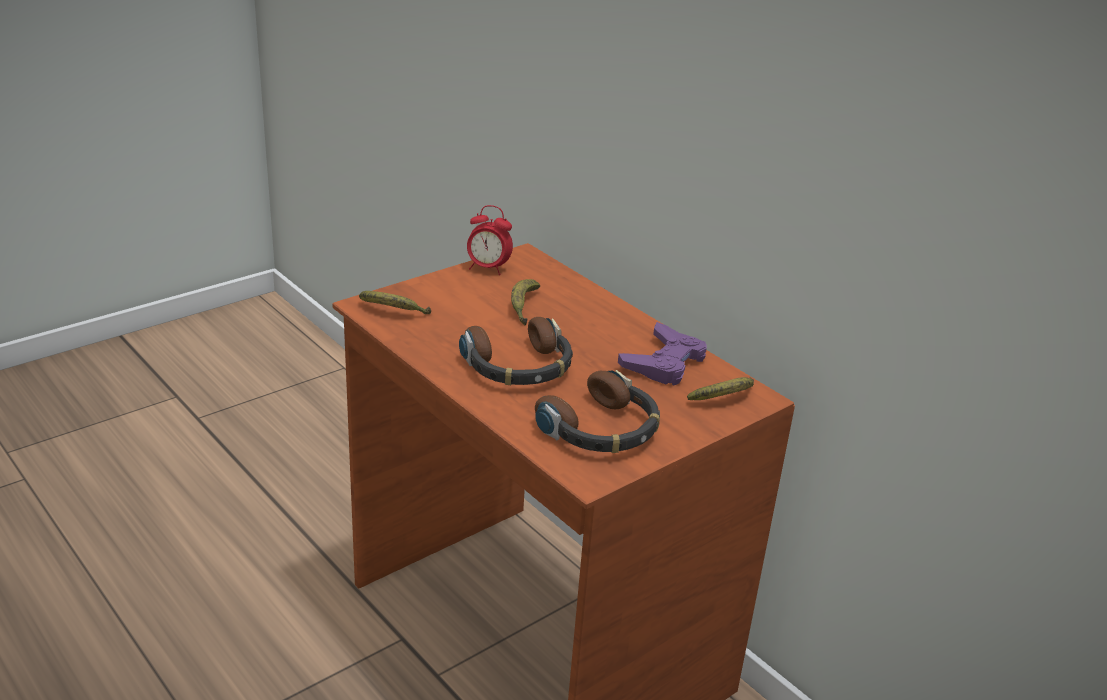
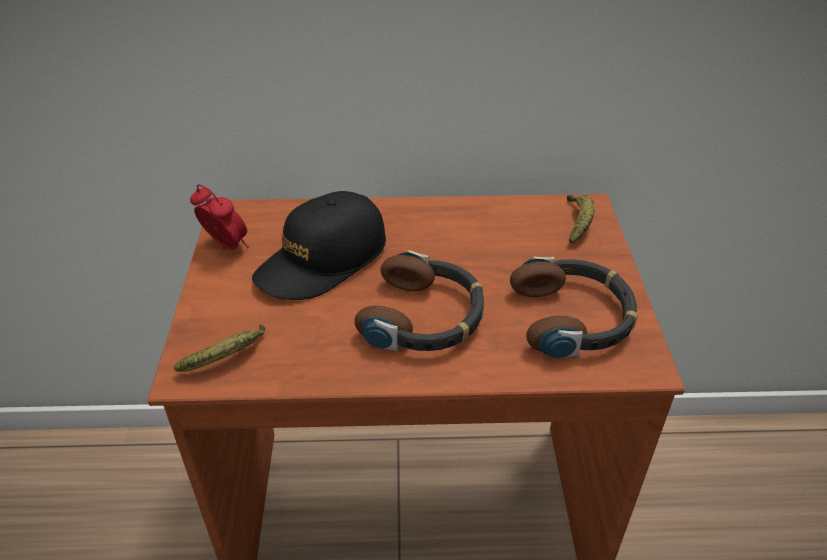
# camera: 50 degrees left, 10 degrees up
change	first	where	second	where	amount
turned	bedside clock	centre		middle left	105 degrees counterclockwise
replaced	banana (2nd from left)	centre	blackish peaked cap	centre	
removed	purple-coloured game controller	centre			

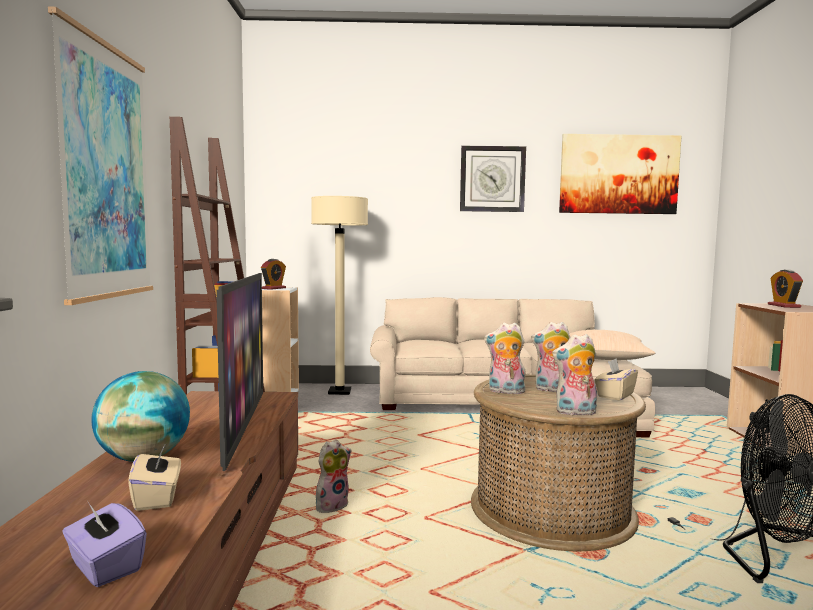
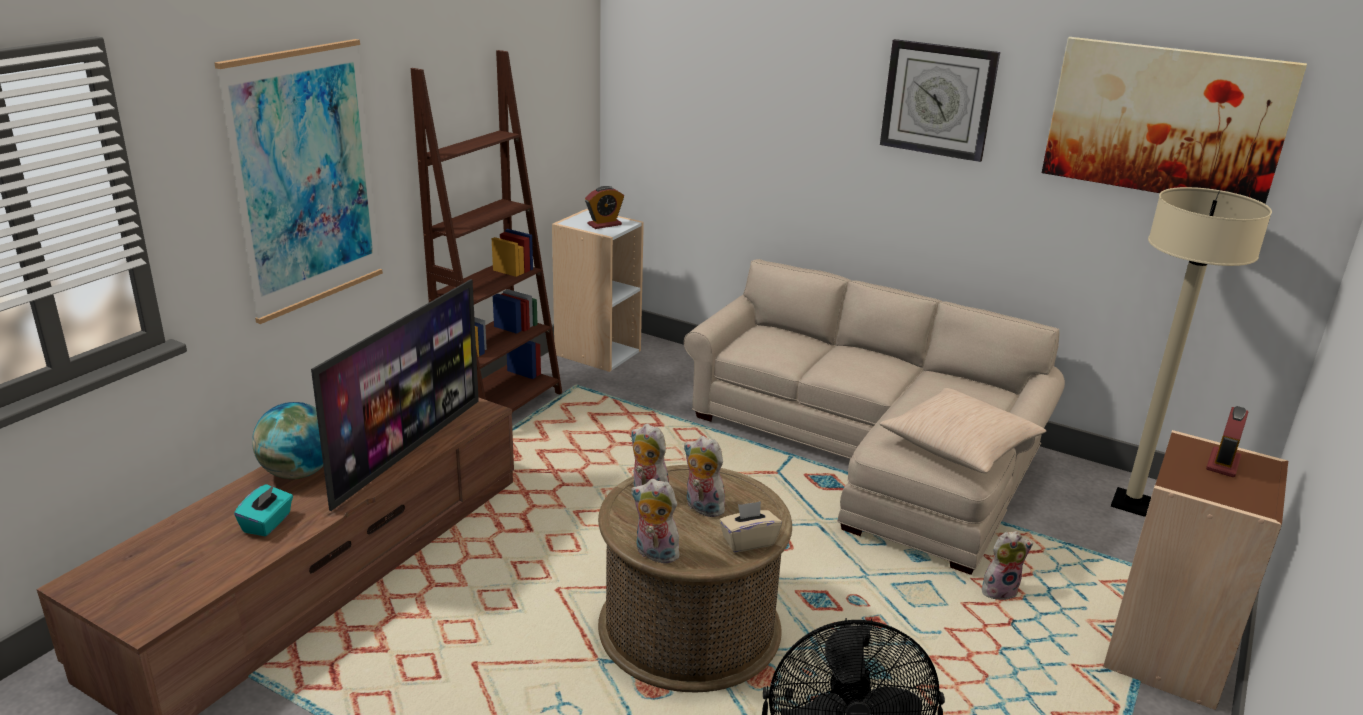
# camera: 30 degrees right, 20 degrees up
change	first	where	second	where	amount
removed	purple-coloured box of tissues	bottom left			
recoloured	beige-coloured box of tissues (1st from left)	bottom left	turquoise-coloured box of tissues	bottom left	
moved	beige-coloured standard lamp	centre		middle right	
moved	soft toy (1st from left in the first image)	bottom centre	soft toy (4th from left)	bottom right	

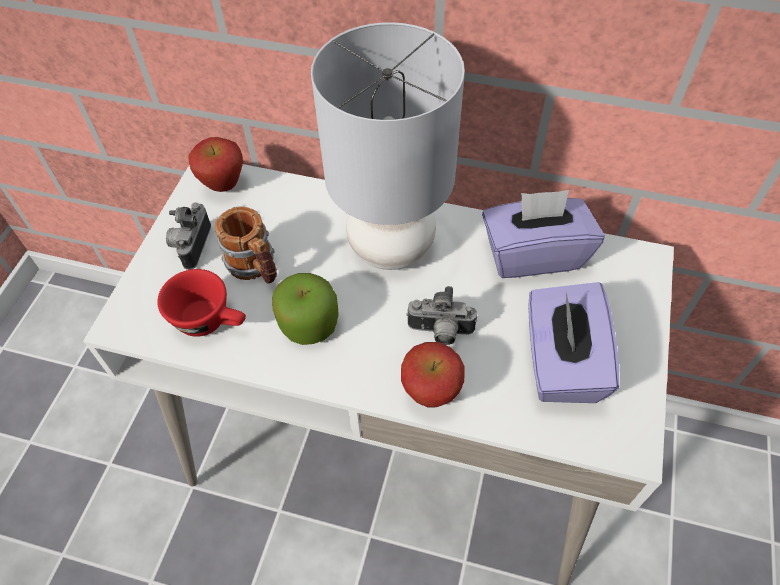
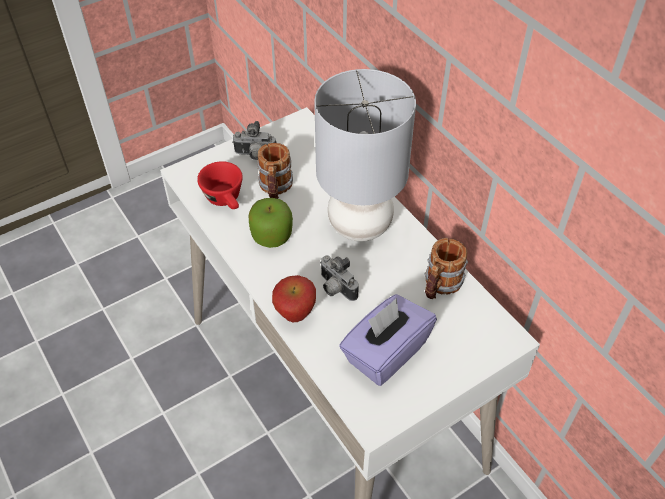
# camera: 40 degrees right, 5 degrees down
change	first	where	second	where	amount
turned	photo camera (1st from left)	middle left		top centre	135 degrees counterclockwise
removed	apple (1st from left)	top left			
replaced	purple-coloured box of tissues (1st from left)	middle right	coffee mug (2nd from left)	middle right	

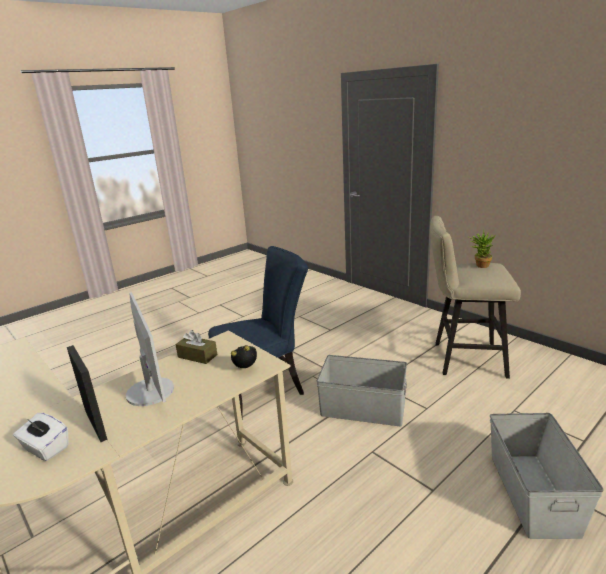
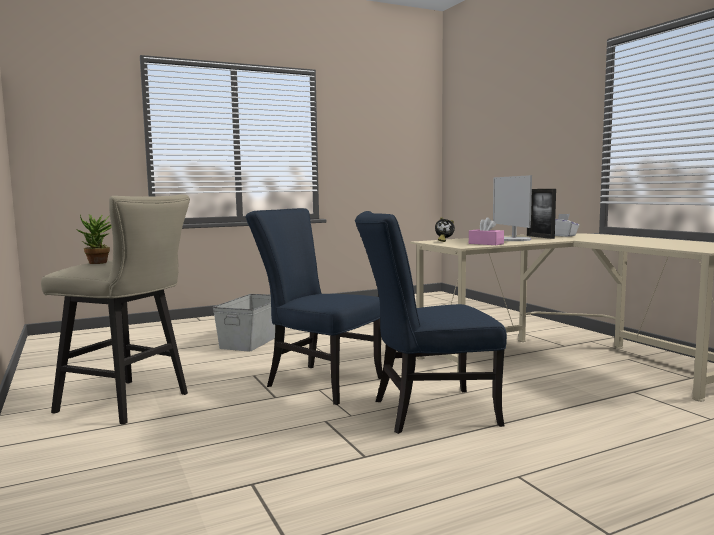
# camera: 165 degrees left, 15 degrees down
change	first	where	second	where	amount
recoloured	brown-coloured box of tissues	middle left	pink-coloured box of tissues	middle right	
replaced	greyish storage bin (1st from left)	bottom centre	bluish upright chair (1st from left)	centre	

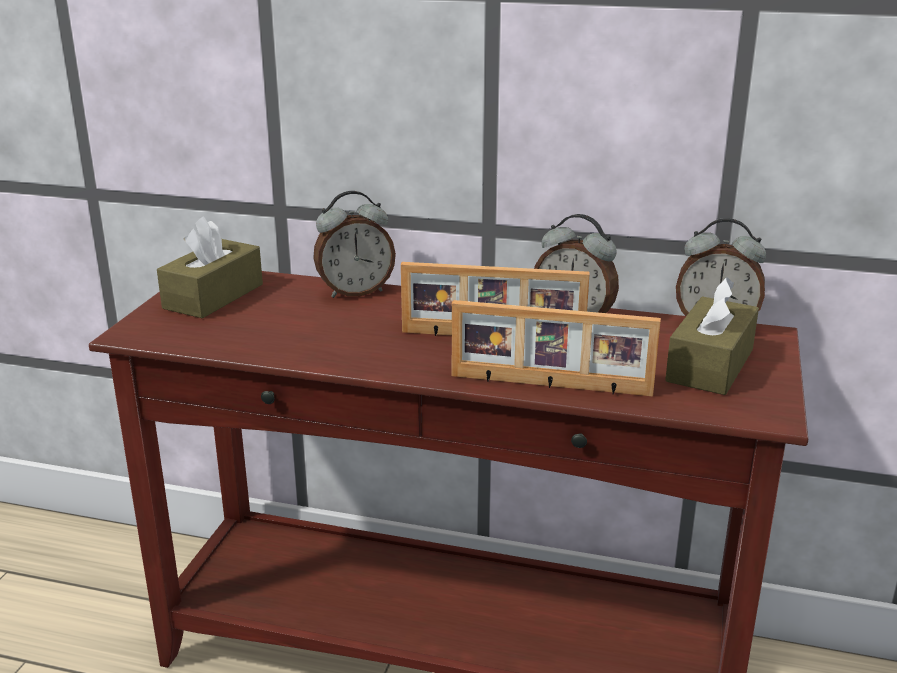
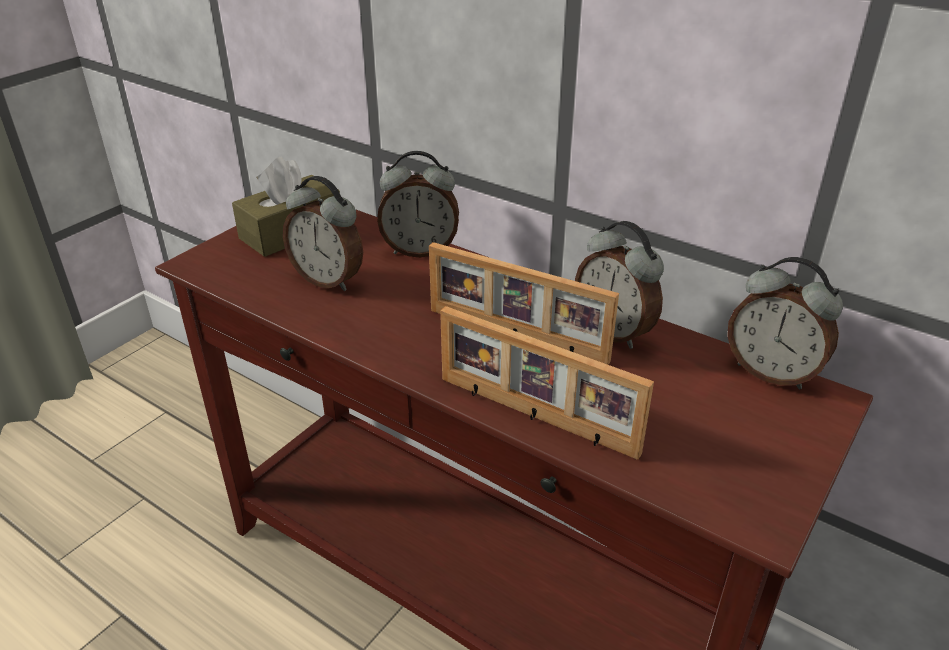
# camera: 20 degrees right, 10 degrees up
change	first	where	second	where	amount
removed	brown-coloured box of tissues (2nd from left)	middle right			
added			bedside clock (1st from left)	centre	

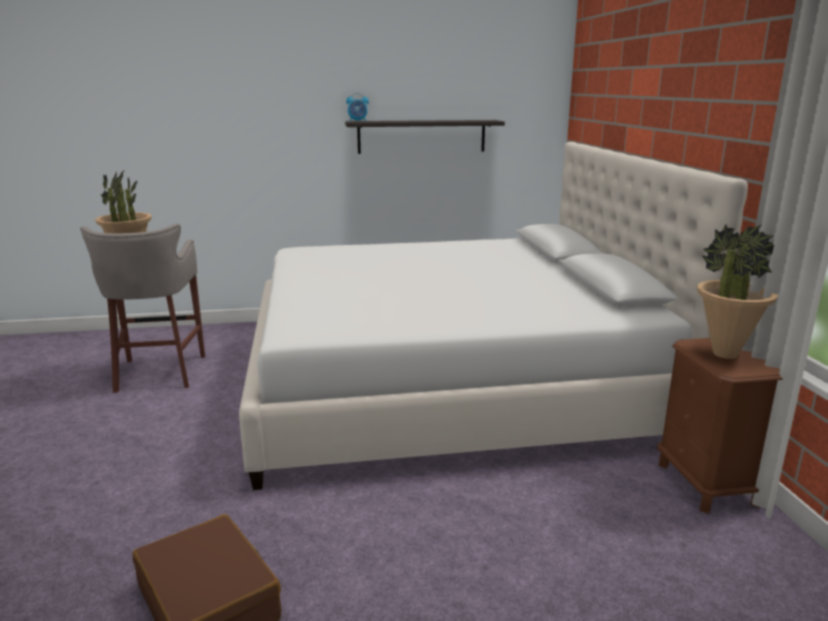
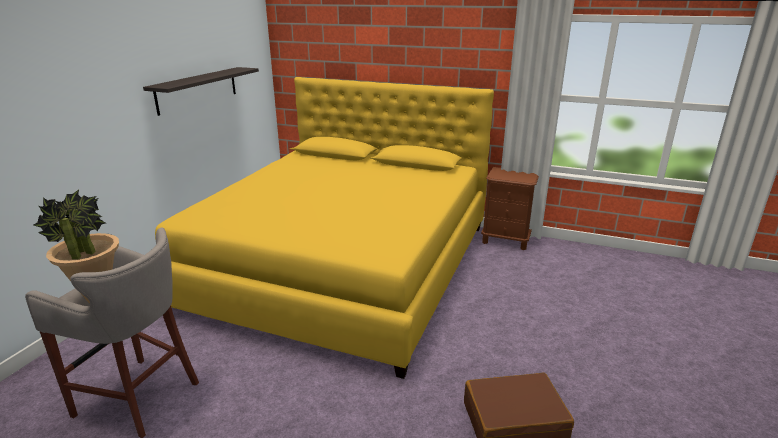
# camera: 60 degrees left, 5 degrees up
change	first	where	second	where	amount
recoloured	white bedroom bed	centre	yellow bedroom bed	centre	
removed	bedside clock	top centre			
removed	potted plant (2nd from left)	middle right			

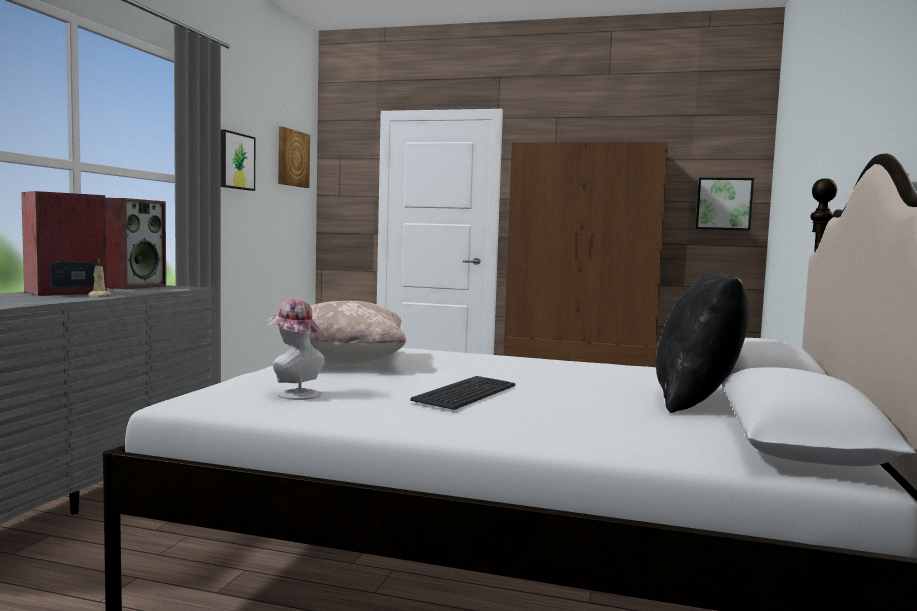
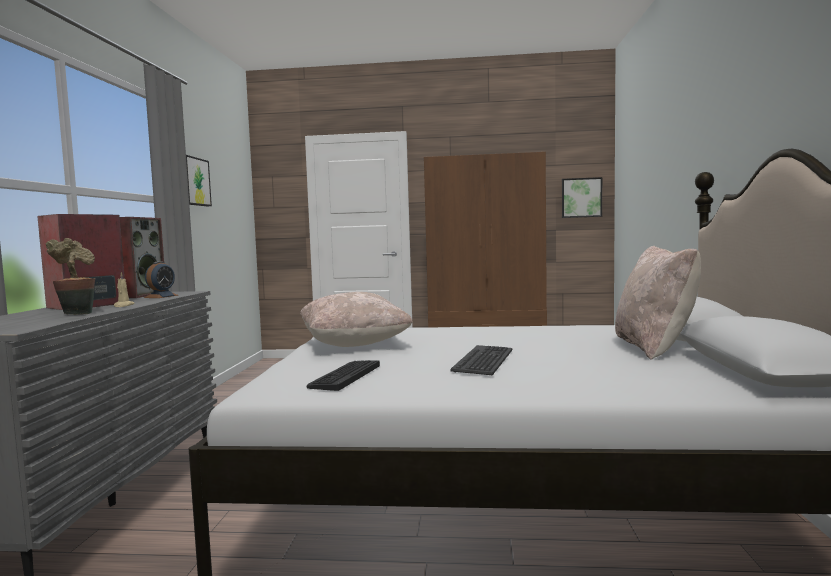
# camera: 10 degrees left, 0 degrees up
change	first	where	second	where	amount
replaced	wearable hat	middle left	PC keyboard (1st from left)	centre	
removed	wall art (2nd from left)	top left			
recoloured	blackish throw pillow	middle right	beige-coloured throw pillow (2nd from left)	middle right	
added			potted plant	middle left	
added			bedside clock	middle left	

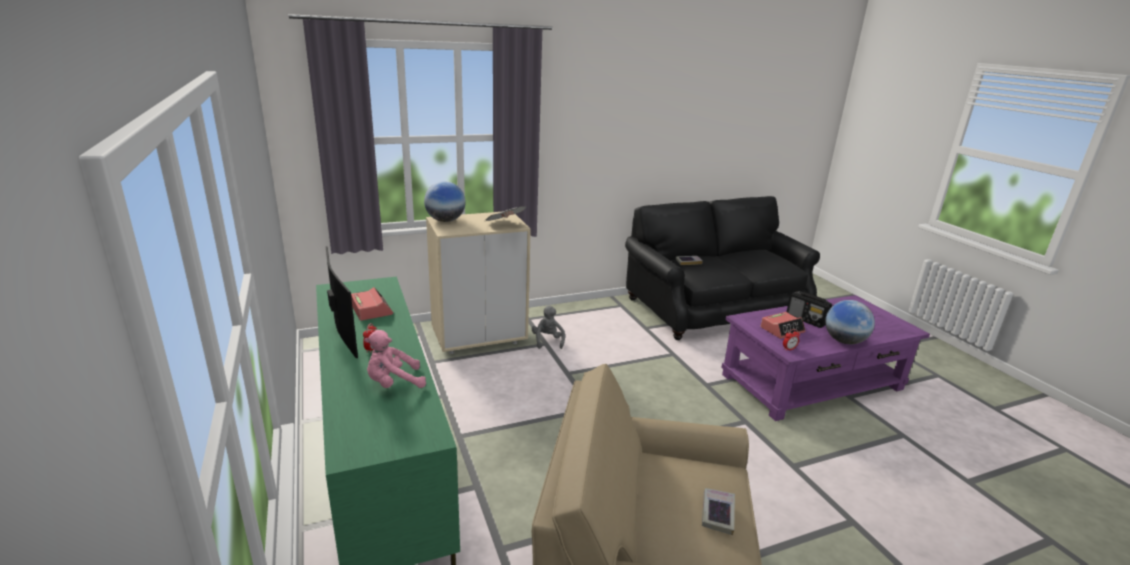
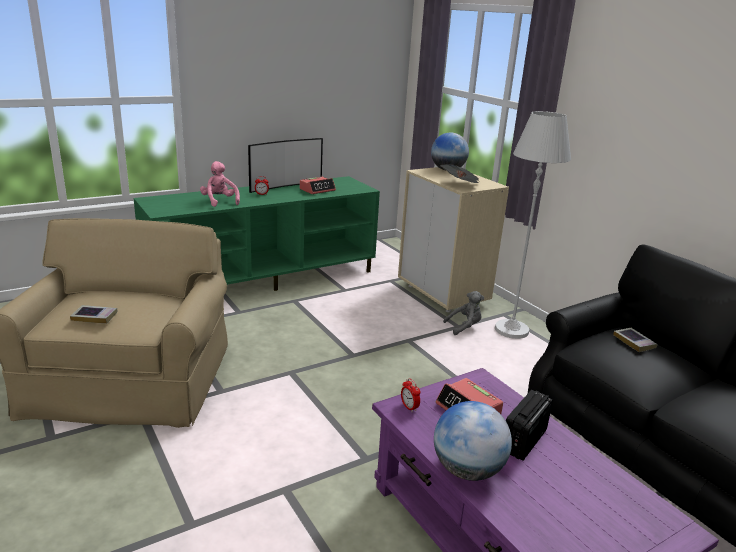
# camera: 80 degrees right, 0 degrees up
change	first	where	second	where	amount
added			white standard lamp	middle right	

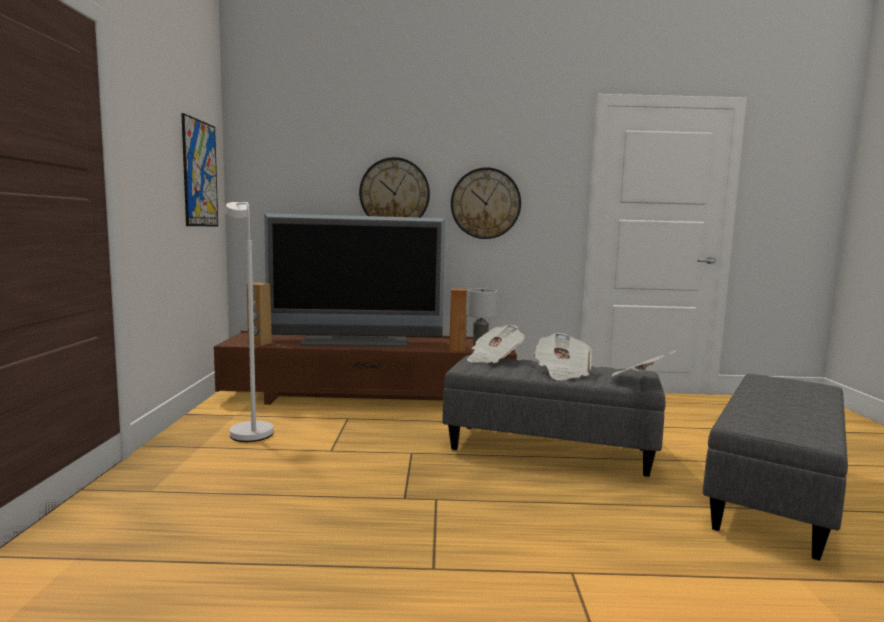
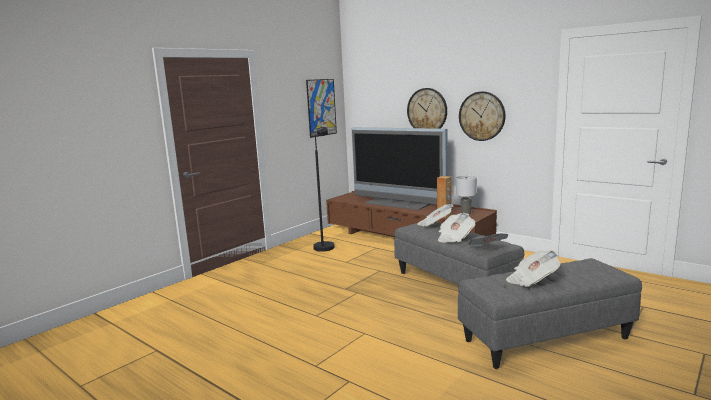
# camera: 40 degrees right, 5 degrees up
change	first	where	second	where	amount
recoloured	white standard lamp	middle left	blackish standard lamp	centre	
removed	brown-coloured loudspeaker (1st from left)	middle left			
added			newspaper (4th from left)	bottom right	

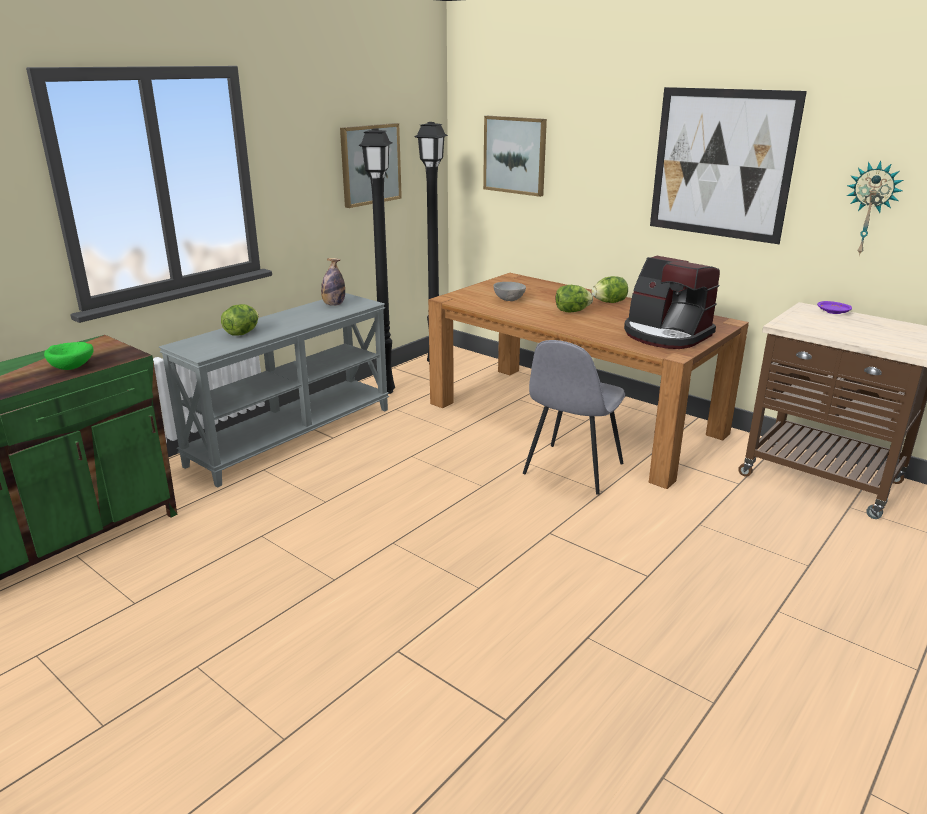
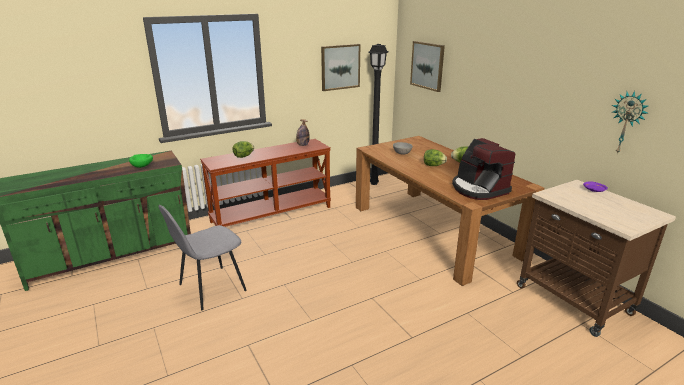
# camera: 20 degrees right, 0 degrees up
change	first	where	second	where	amount
recoloured	greyish hall table	middle left	brown-coloured hall table	centre	
removed	blackish standard lamp (1st from left)	top centre			
moved	greyish upright chair	centre		bottom left	
removed	wall art (3rd from left)	top right			

